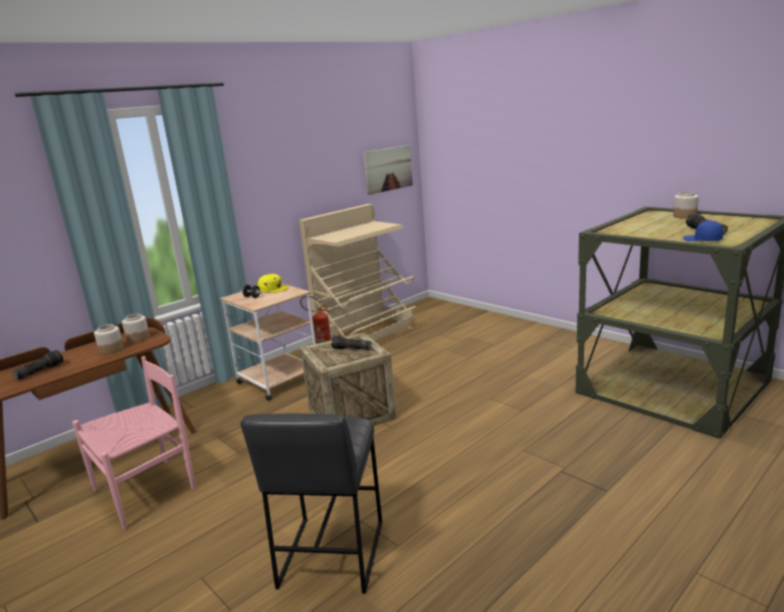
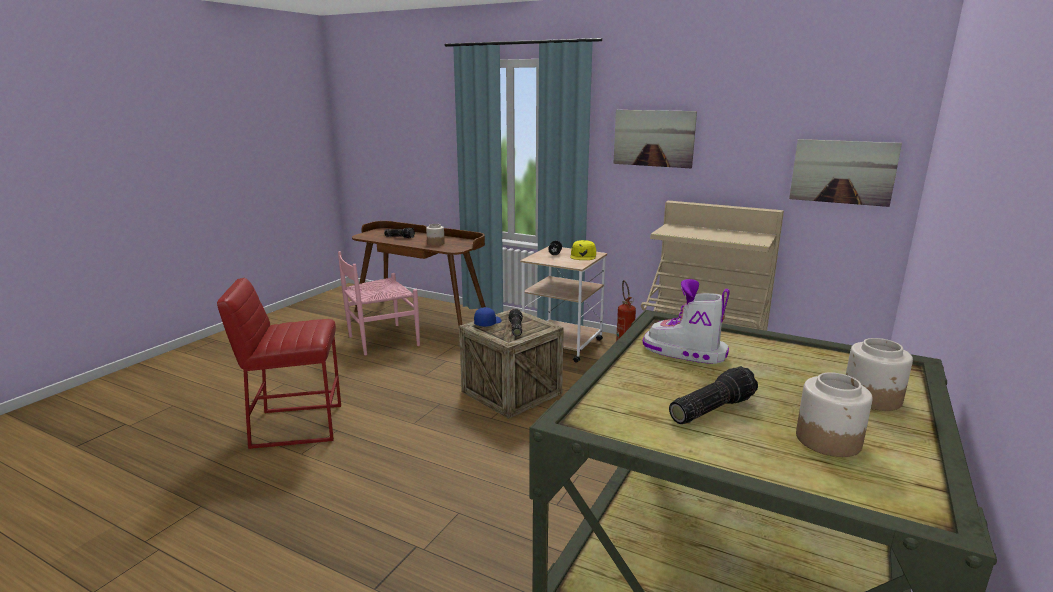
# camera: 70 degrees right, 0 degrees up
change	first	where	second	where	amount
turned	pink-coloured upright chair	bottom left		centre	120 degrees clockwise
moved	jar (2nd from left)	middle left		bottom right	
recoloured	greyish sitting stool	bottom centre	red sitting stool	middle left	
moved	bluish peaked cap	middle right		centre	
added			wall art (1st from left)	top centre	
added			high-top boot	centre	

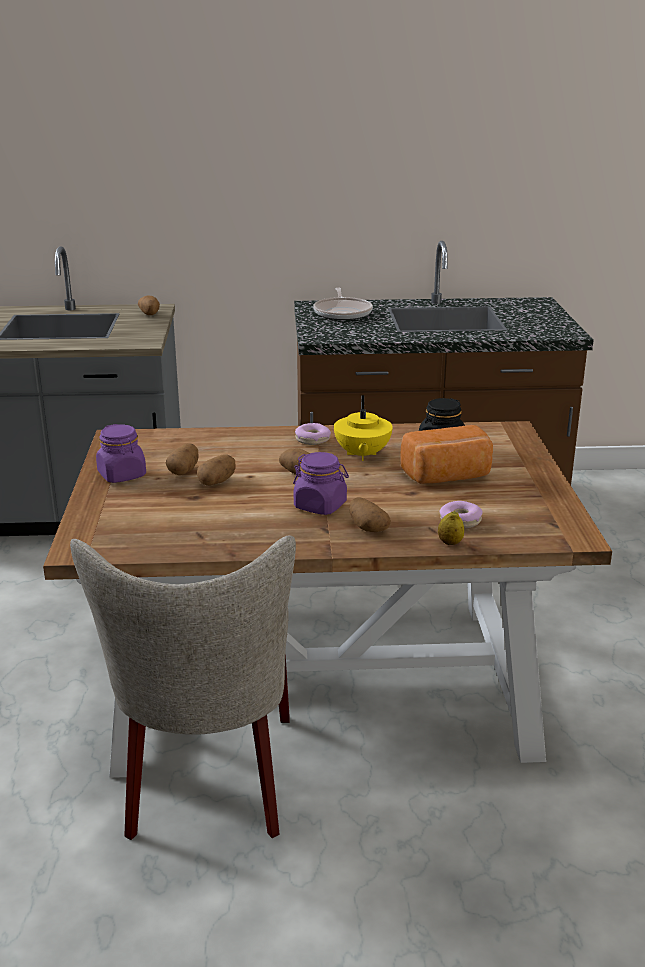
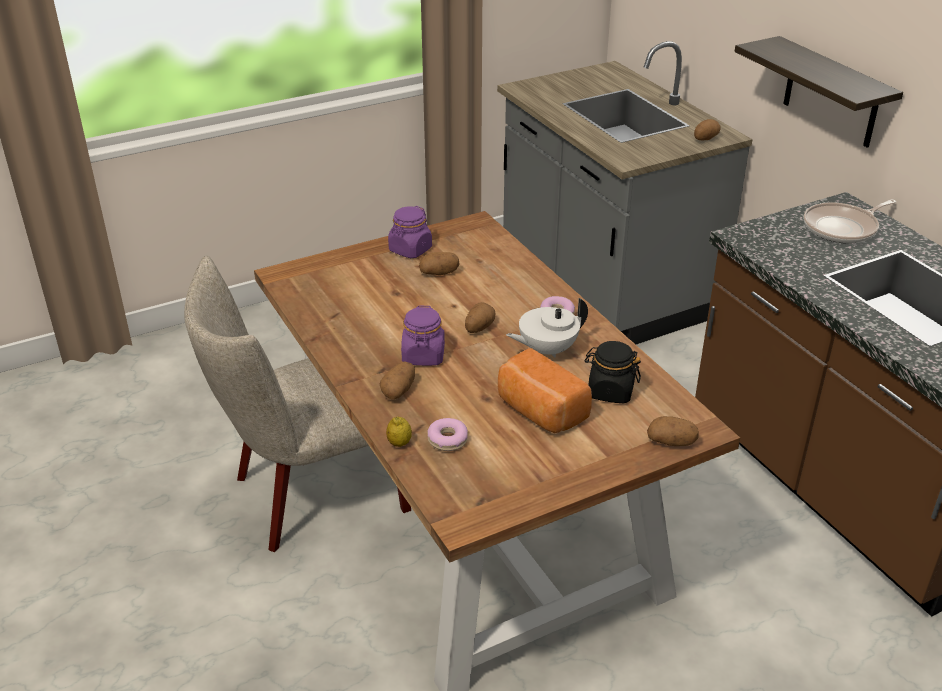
# camera: 65 degrees right, 10 degrees up
change	first	where	second	where	amount
moved	spud (3rd from left in the first image)	centre	spud (4th from left)	middle right	
recoloured	yellow tea pot	centre	white tea pot	centre	
added			shelf	top right	

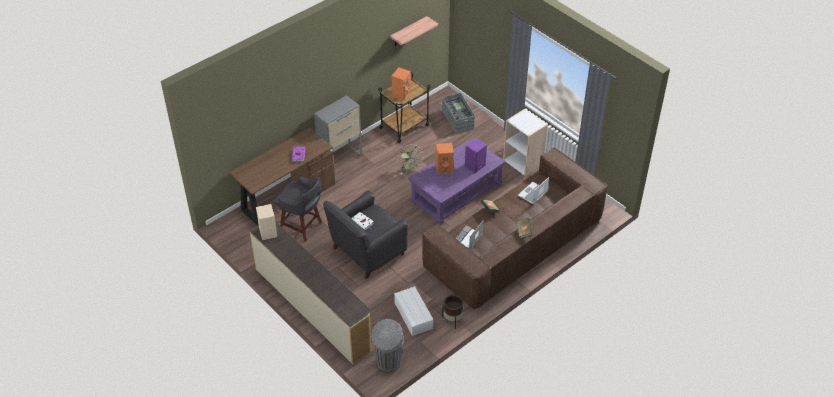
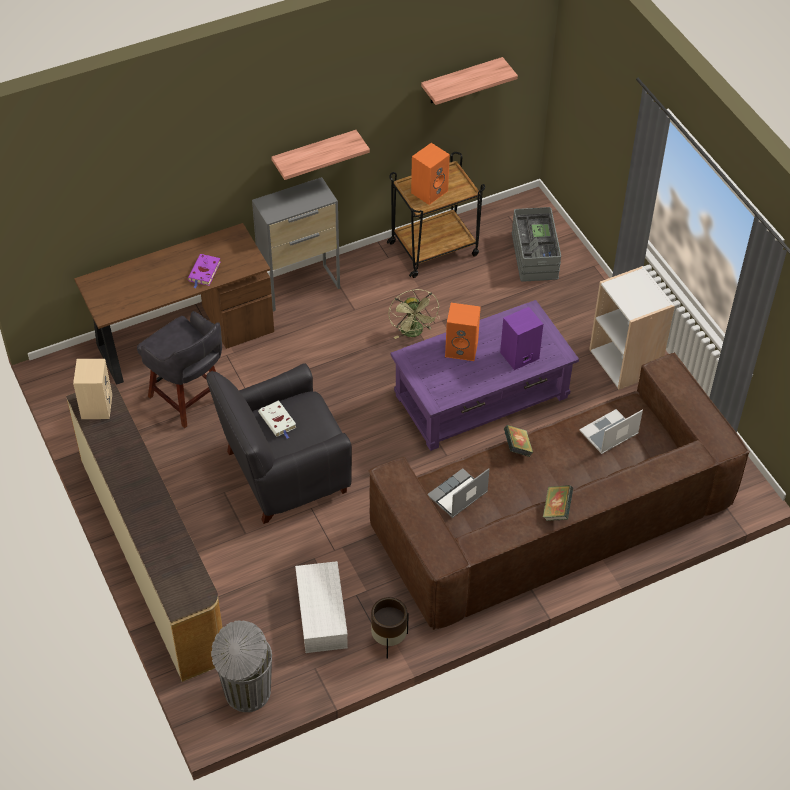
# camera: 15 degrees right, 5 degrees up
change	first	where	second	where	amount
added			shelf (1st from left)	top centre	

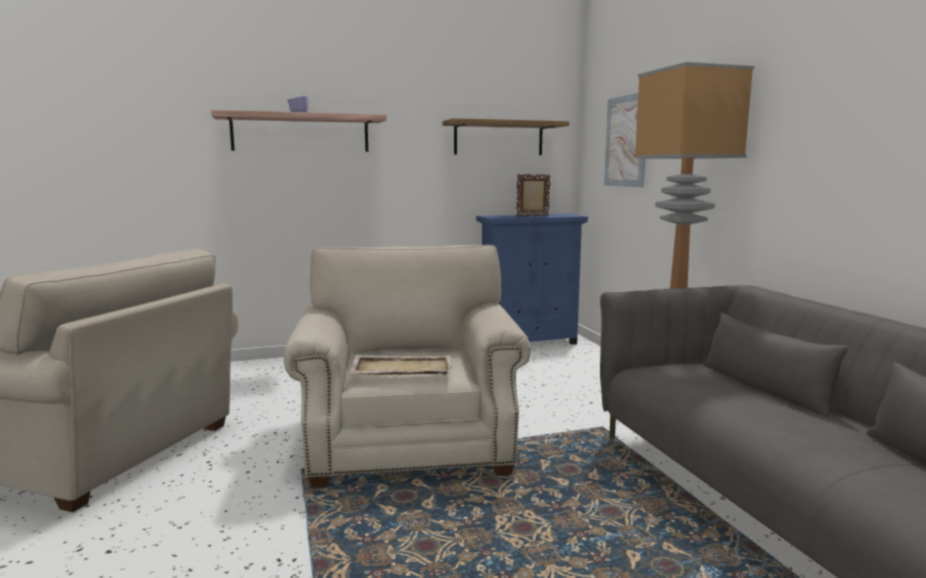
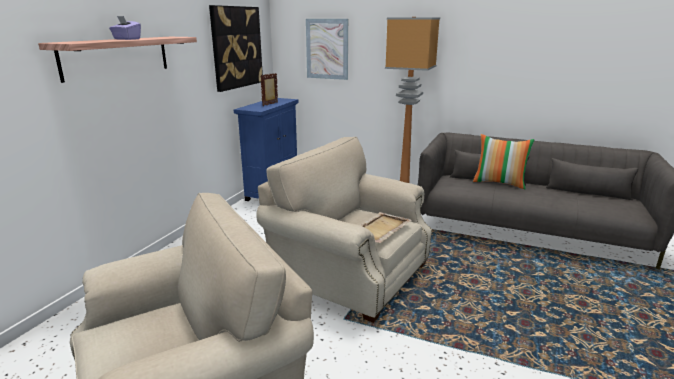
# camera: 50 degrees left, 10 degrees up
change	first	where	second	where	amount
replaced	shelf (2nd from left)	top centre	wall art (1st from left)	top centre	
added			throw pillow	middle right	

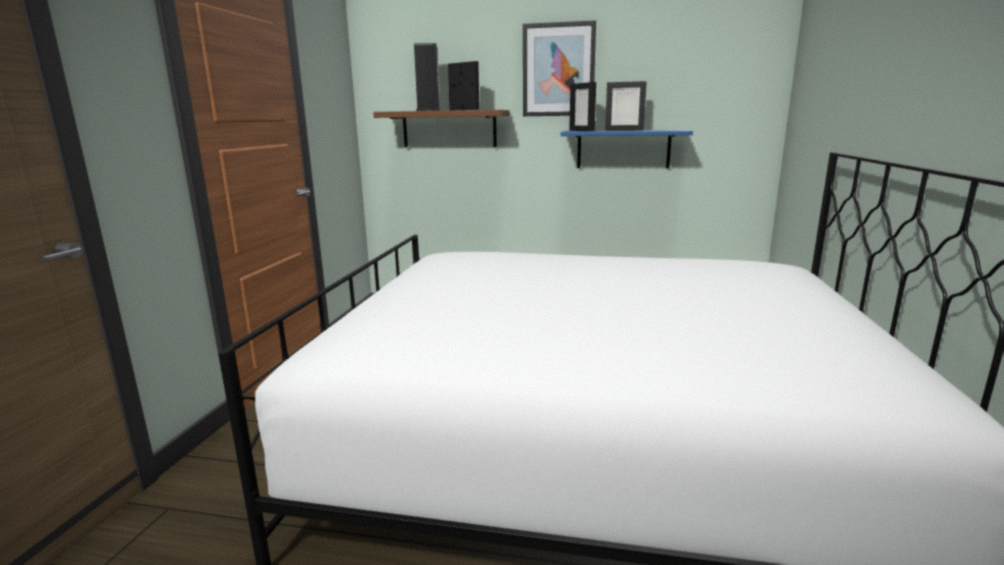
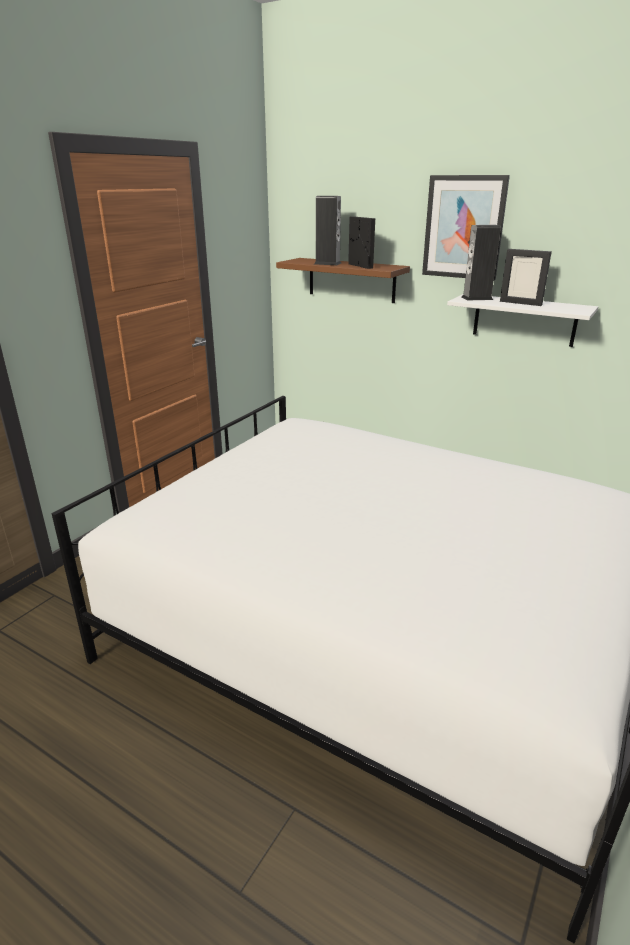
# camera: 20 degrees right, 10 degrees up
change	first	where	second	where	amount
recoloured	bluish shelf	top centre	white shelf	middle right	
replaced	photo frame (2nd from left)	top centre	loudspeaker (2nd from left)	top right	

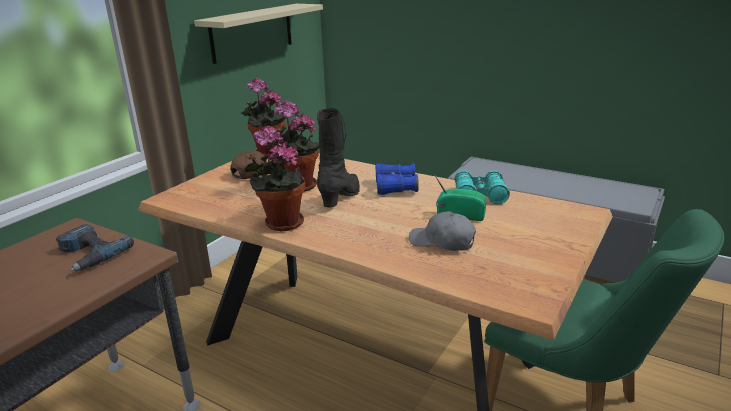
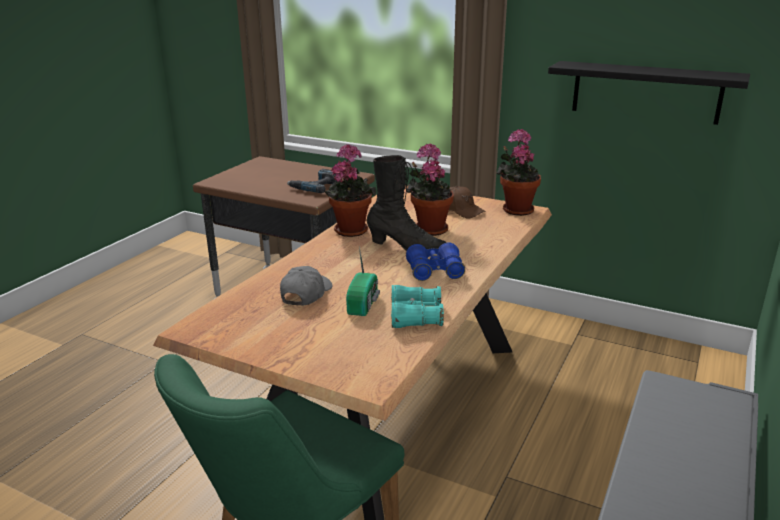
# camera: 85 degrees right, 0 degrees up
change	first	where	second	where	amount
recoloured	beige-coloured shelf	top centre	blackish shelf	top right	

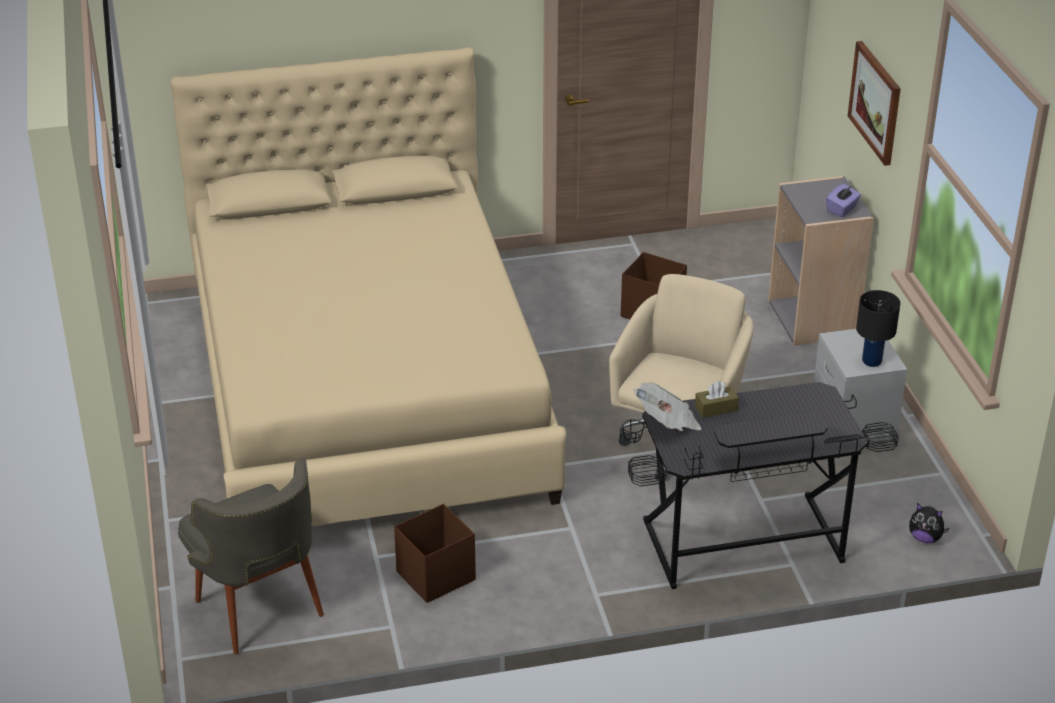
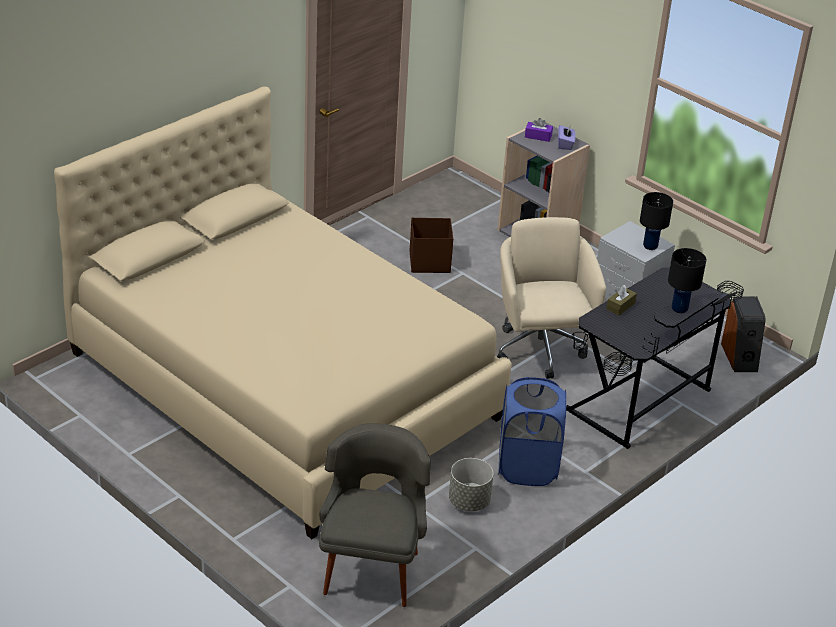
# camera: 35 degrees left, 0 degrees up
change	first	where	second	where	amount
turned	greyish upright chair	bottom left		bottom centre	105 degrees counterclockwise
replaced	brown-coloured storage bin (1st from left)	bottom centre	greyish plant pot	bottom centre	
removed	newspaper	centre			
removed	wall art	top right			
replaced	soft toy	bottom right	loudspeaker	middle right	
added			bluish laundry basket	bottom centre	
added			purple-coloured box of tissues (1st from left)	top centre	
added			blackish tabletop lamp (2nd from left)	middle right	

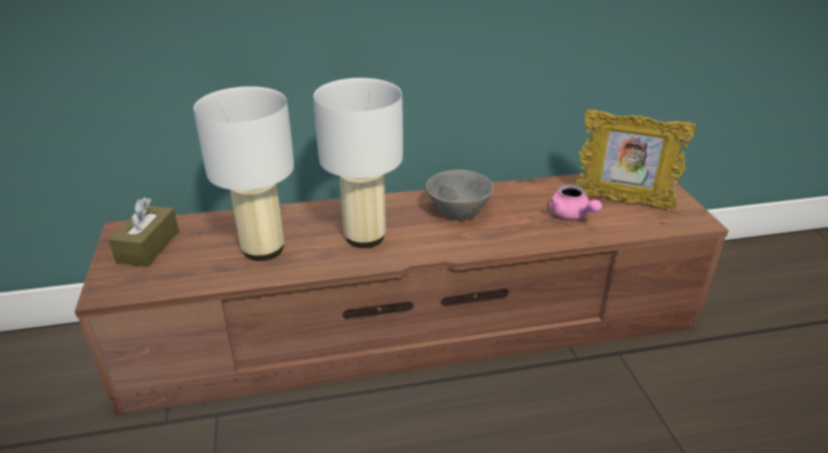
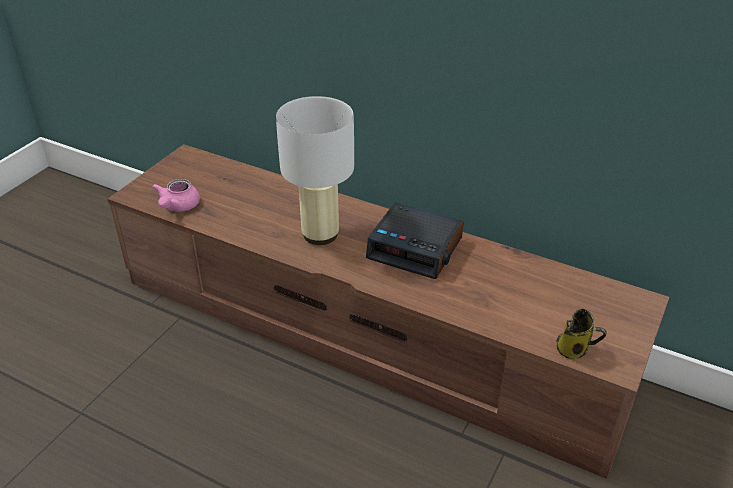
# camera: 40 degrees right, 5 degrees up
change	first	where	second	where	amount
removed	brown-coloured box of tissues	middle left			
removed	white tabletop lamp (1st from left)	middle left			
replaced	greyish bowl	centre	bedside clock	centre	
moved	pink-coloured tea pot	middle right		middle left	
removed	photo frame	middle right			
added			coffee mug	bottom right	

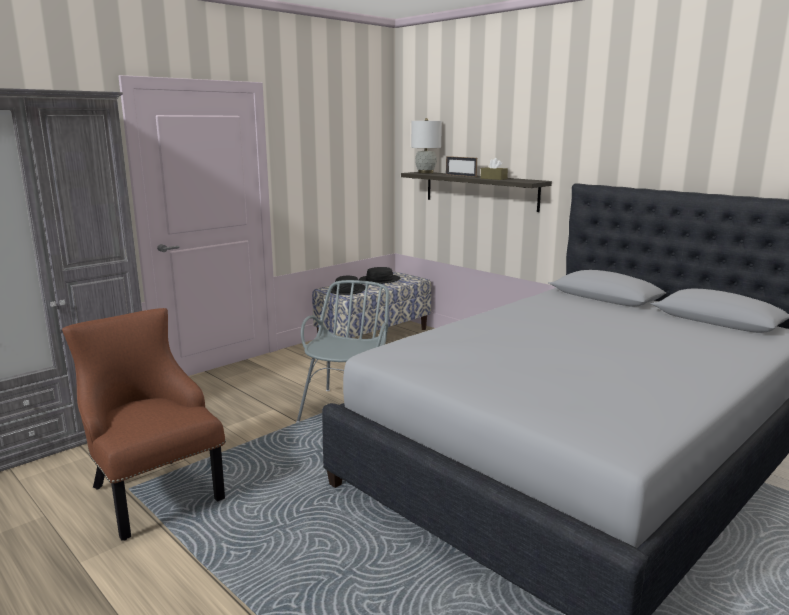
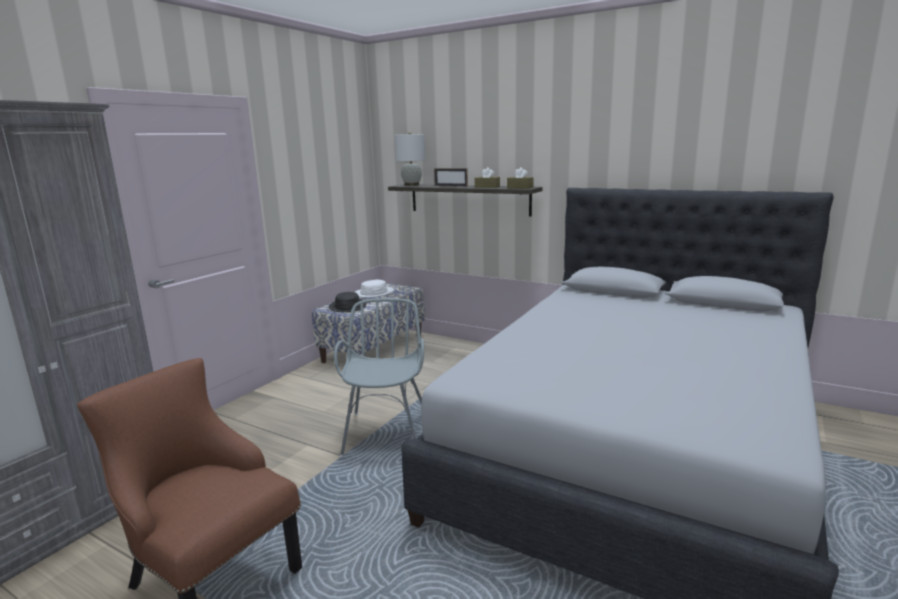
# camera: 15 degrees left, 0 degrees up
change	first	where	second	where	amount
recoloured	blackish wearable hat (2nd from left)	centre	white wearable hat	centre	
added			brown-coloured box of tissues (2nd from left)	top centre	

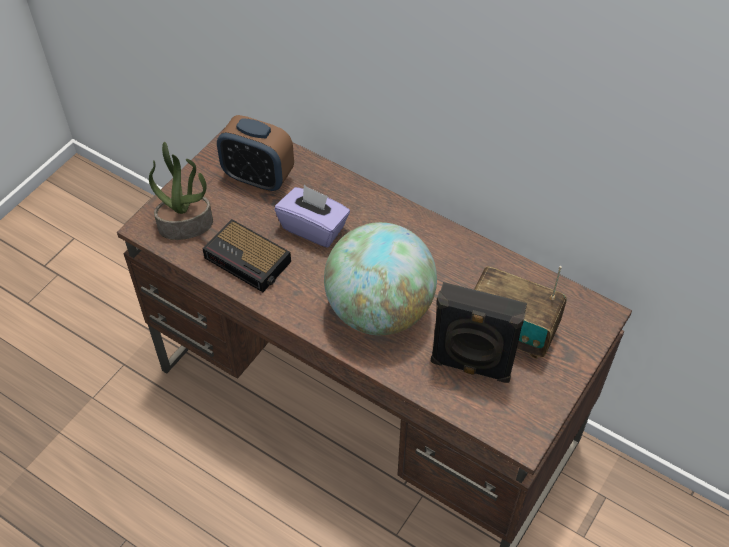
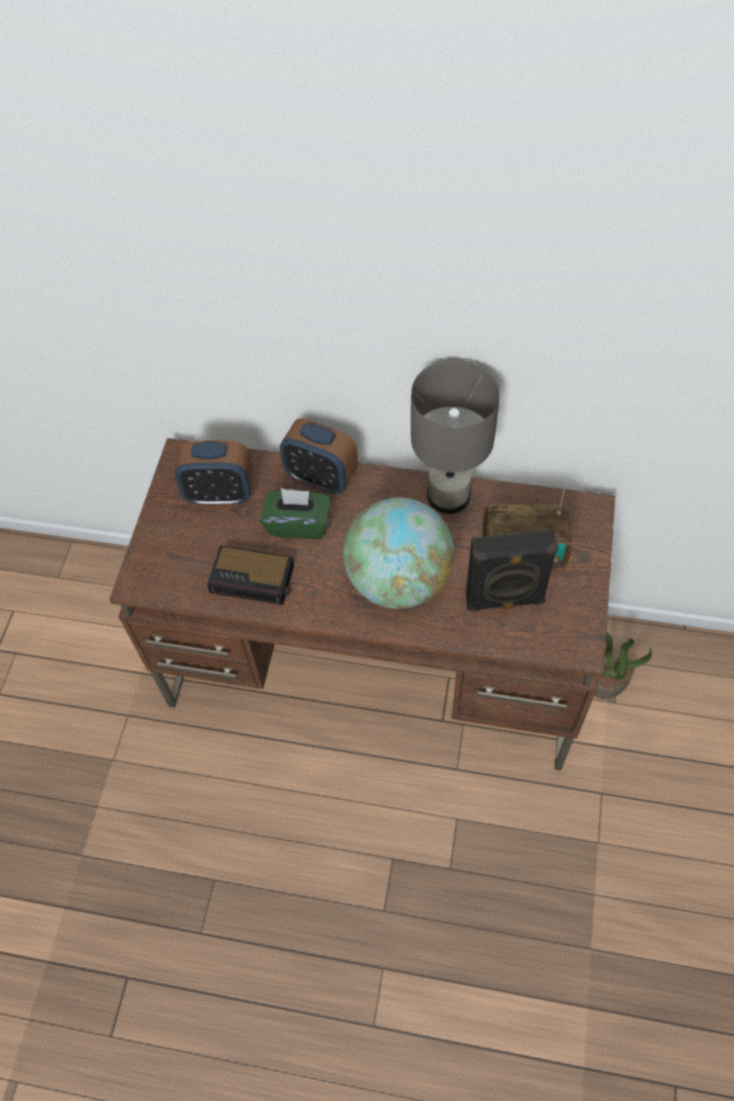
# camera: 20 degrees left, 5 degrees up
change	first	where	second	where	amount
moved	potted plant	middle left		middle right	
recoloured	purple-coloured box of tissues	centre	green box of tissues	centre	
added			bedside clock (3rd from left)	centre	
added			greyish tabletop lamp	centre	

